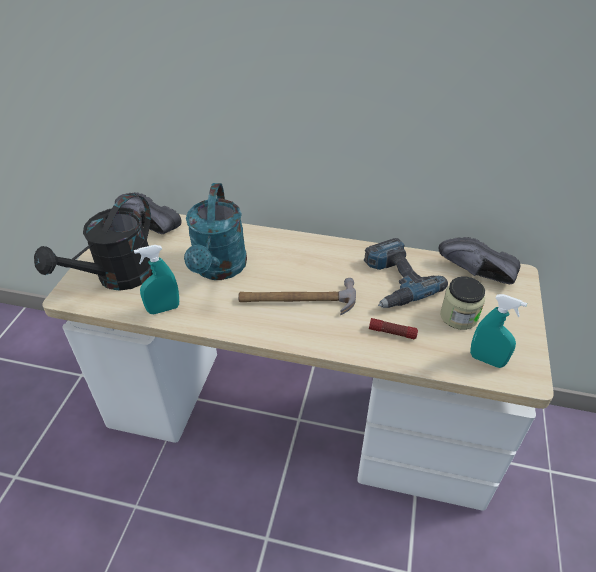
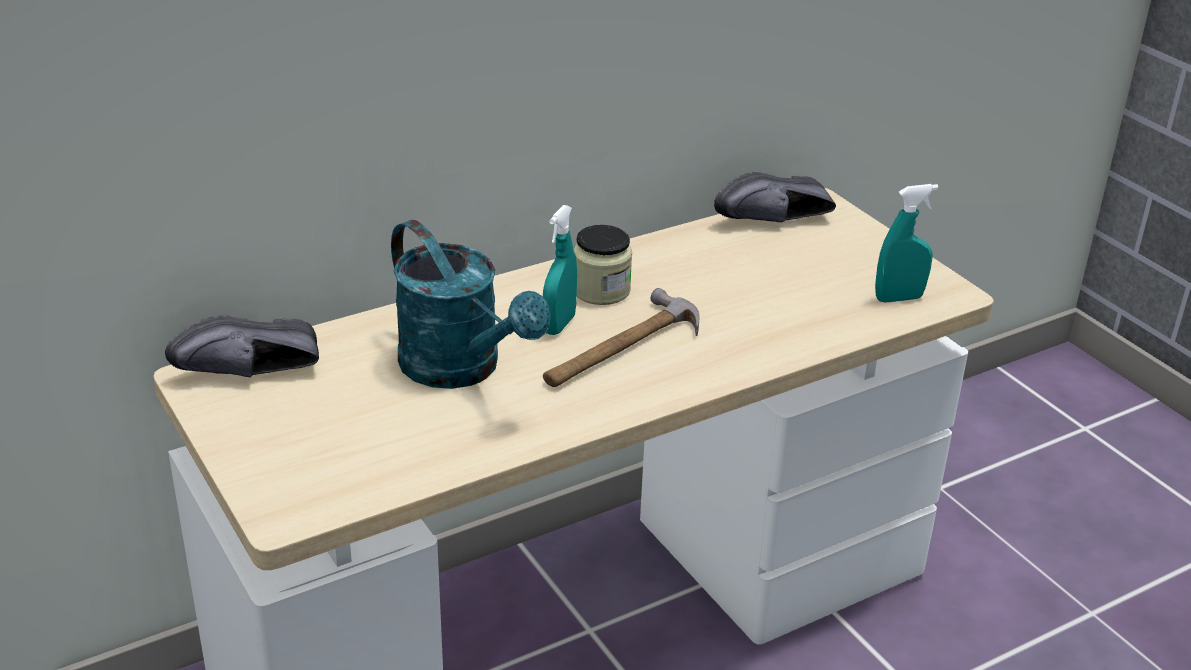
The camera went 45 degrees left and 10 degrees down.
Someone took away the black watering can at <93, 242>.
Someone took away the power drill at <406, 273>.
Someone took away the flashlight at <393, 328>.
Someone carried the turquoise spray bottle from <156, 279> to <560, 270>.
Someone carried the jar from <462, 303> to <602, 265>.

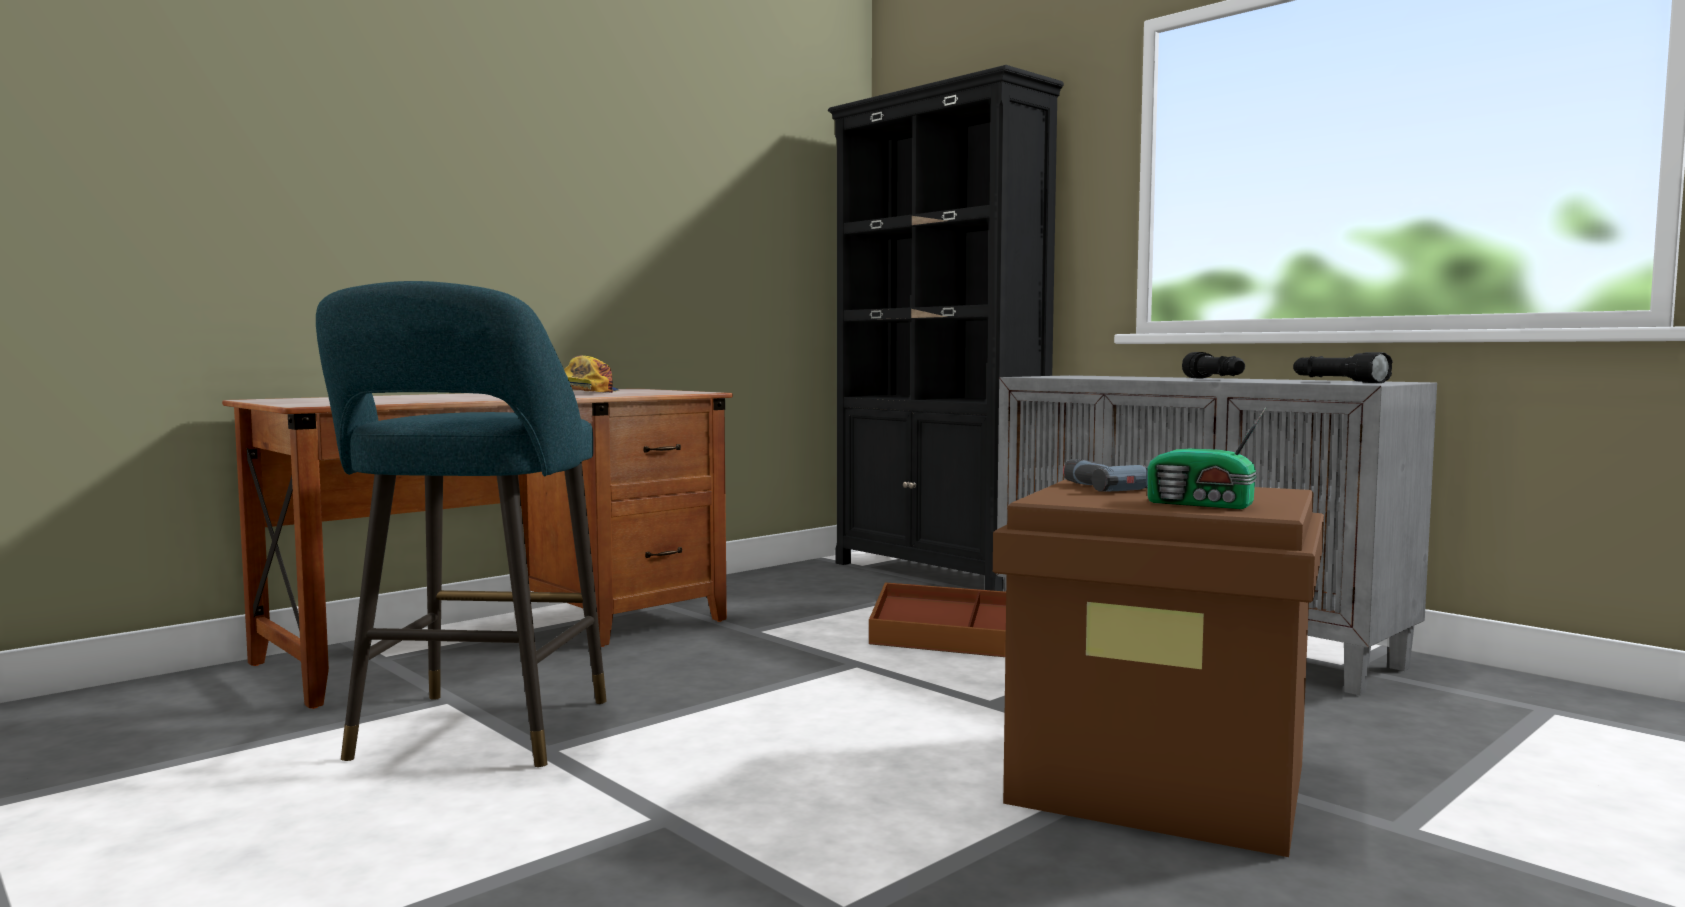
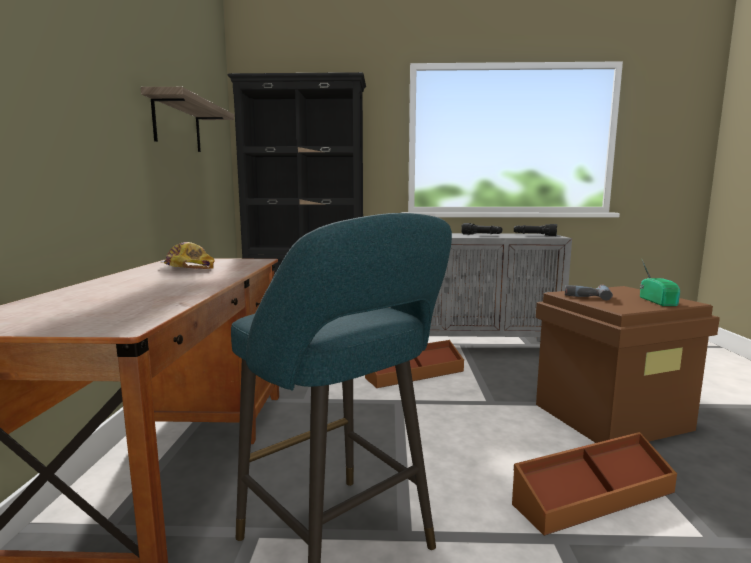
The camera went 45 degrees left and 5 degrees up.
Someone put up the shelf at <187, 119>.
Someone put down the brown storage box at <594, 484>.
Someone rotated the radio at <1206, 458> by 75 degrees counterclockwise.

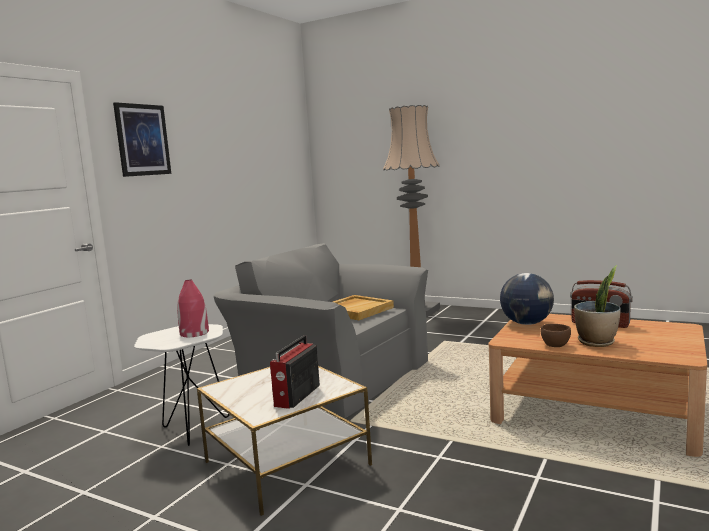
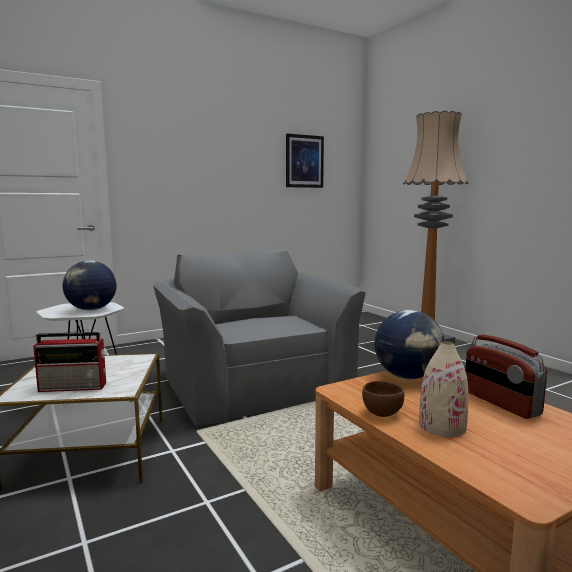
The camera went 30 degrees right and 0 degrees up.
Someone took away the beige tray at <363, 307>.
Someone carried the picture from <142, 139> to <305, 160>.
Someone swapped the red vase at <193, 308> for the globe at <89, 286>.
Someone swapped the potted plant at <597, 306> for the beige vase at <444, 389>.
Someone rotated the radio at <295, 372> by 150 degrees counterclockwise.

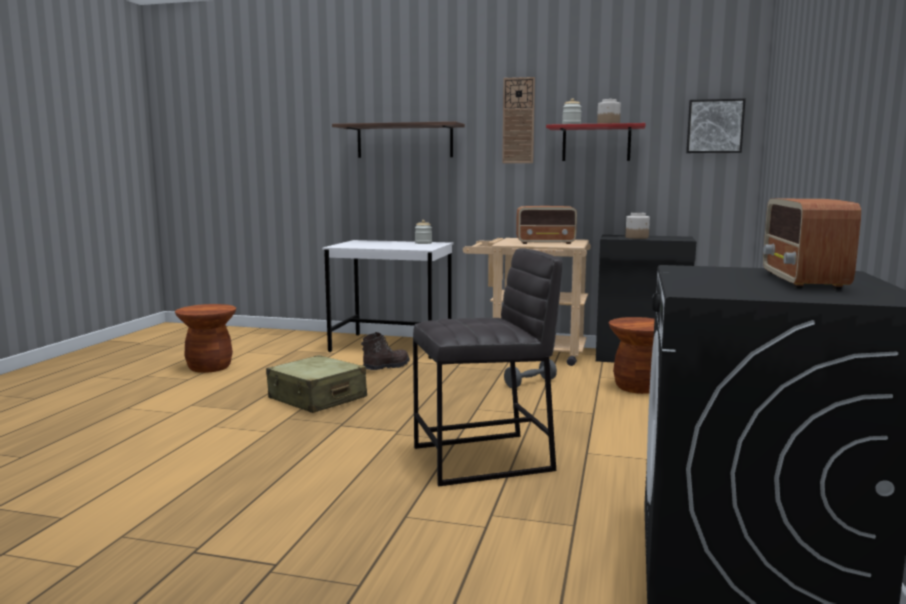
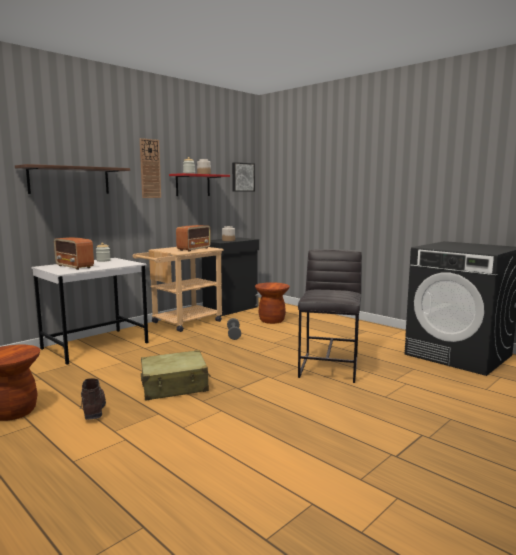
The camera went 60 degrees left and 0 degrees up.
Someone carried the brown boot from <385, 351> to <93, 399>.
Someone carried the radio from <812, 244> to <74, 253>.

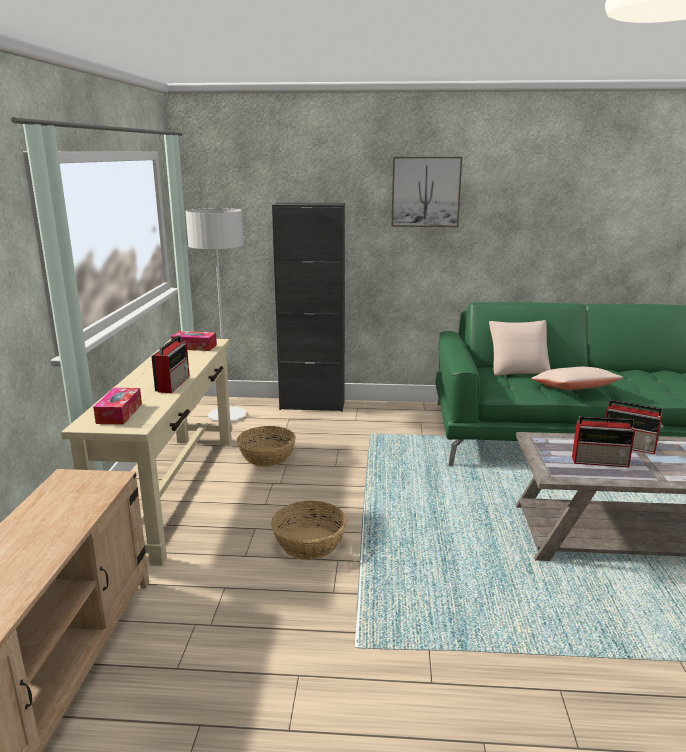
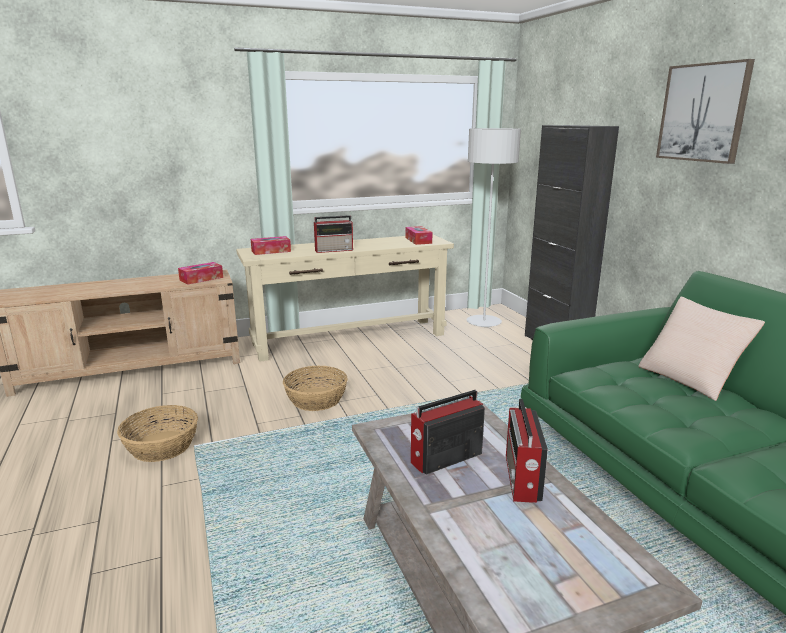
The camera went 65 degrees right and 0 degrees up.
Someone took away the beige pillow at <577, 378>.
Someone put down the tissue box at <200, 273>.
Someone carried the basket from <266, 446> to <157, 433>.
Someone rotated the radio at <603, 441> by 75 degrees clockwise.

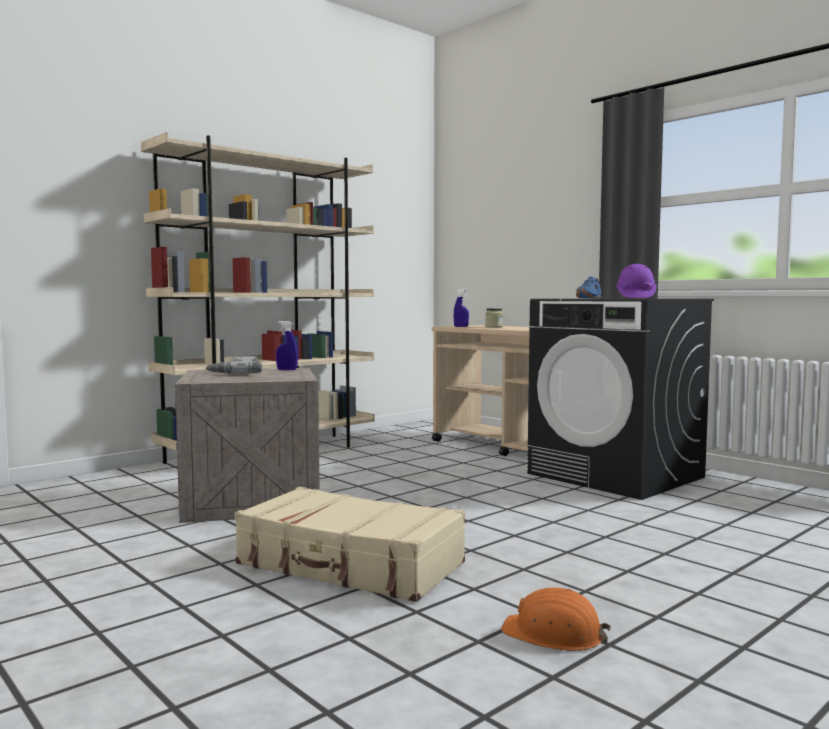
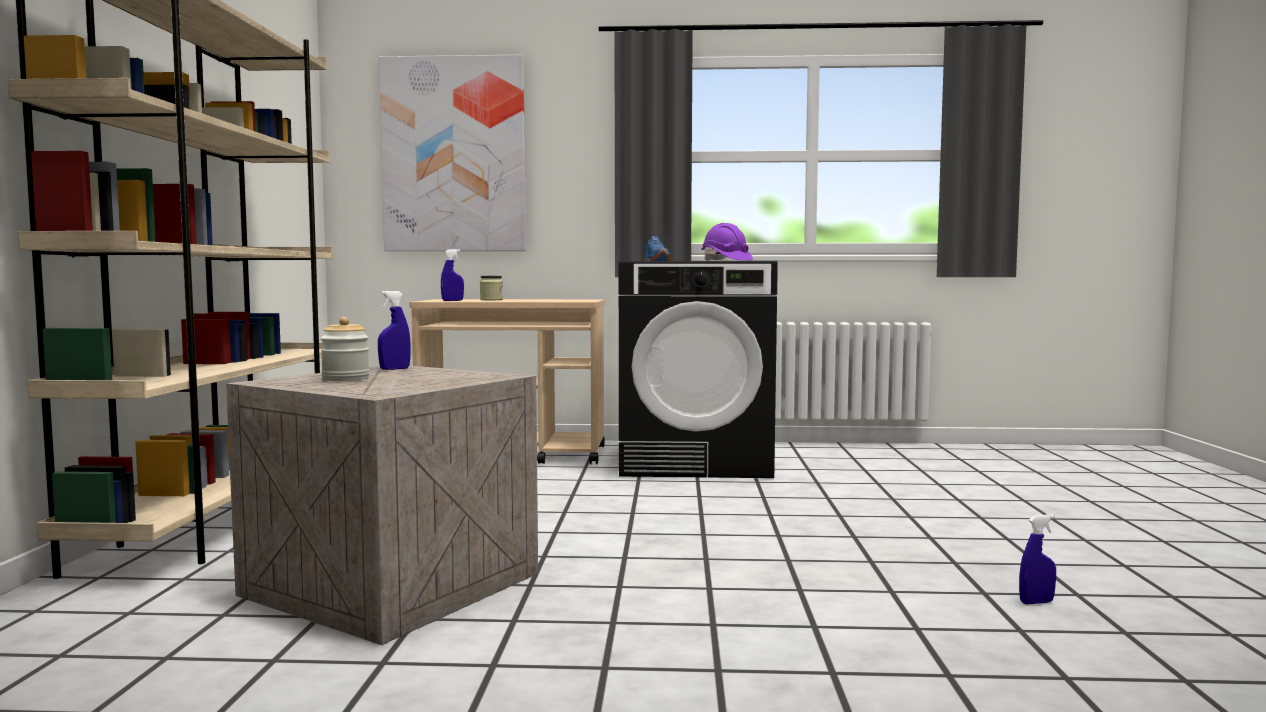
The camera went 45 degrees left and 0 degrees up.
Someone took away the beige suitcase at <349, 544>.
Someone put up the picture at <452, 153>.
Someone swapped the power drill at <234, 365> for the jar at <345, 349>.
Someone swapped the orange hard hat at <556, 619> for the blue spray bottle at <1037, 559>.

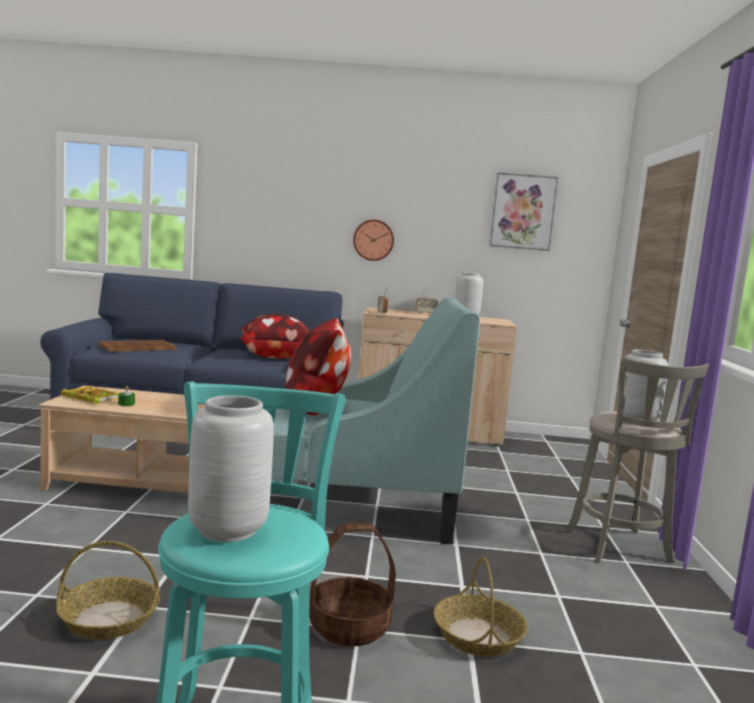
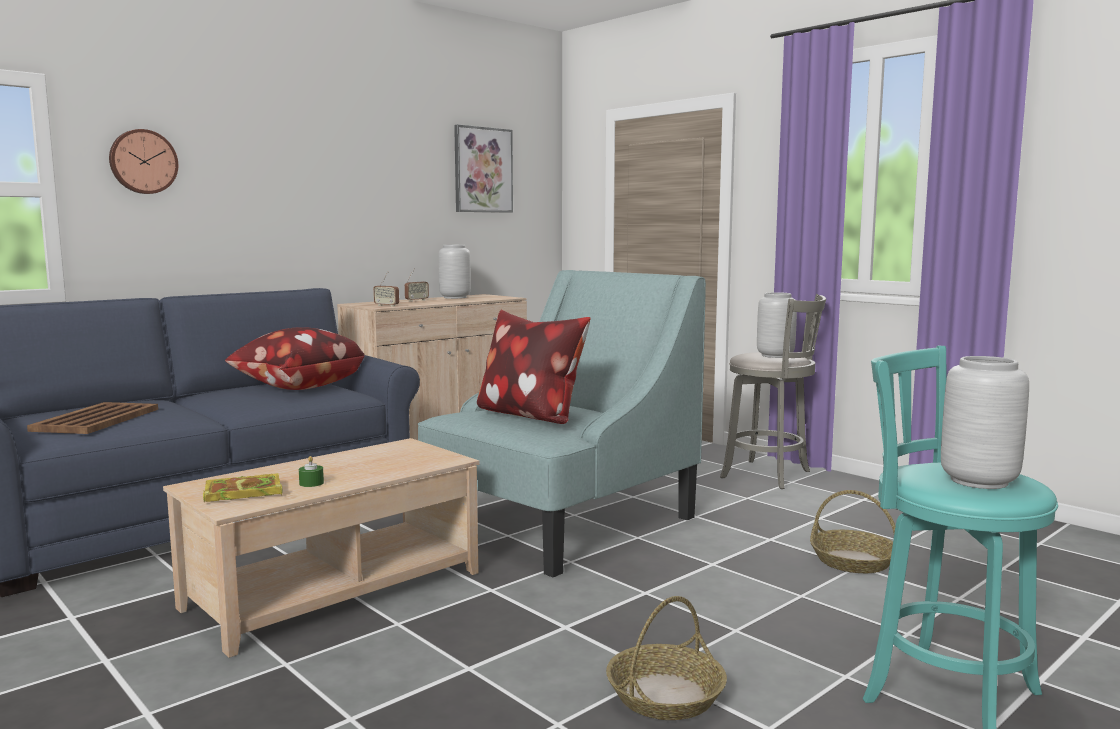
The camera went 45 degrees left and 0 degrees up.
Someone took away the basket at <352, 584>.
Someone carried the wall clock from <373, 240> to <143, 161>.

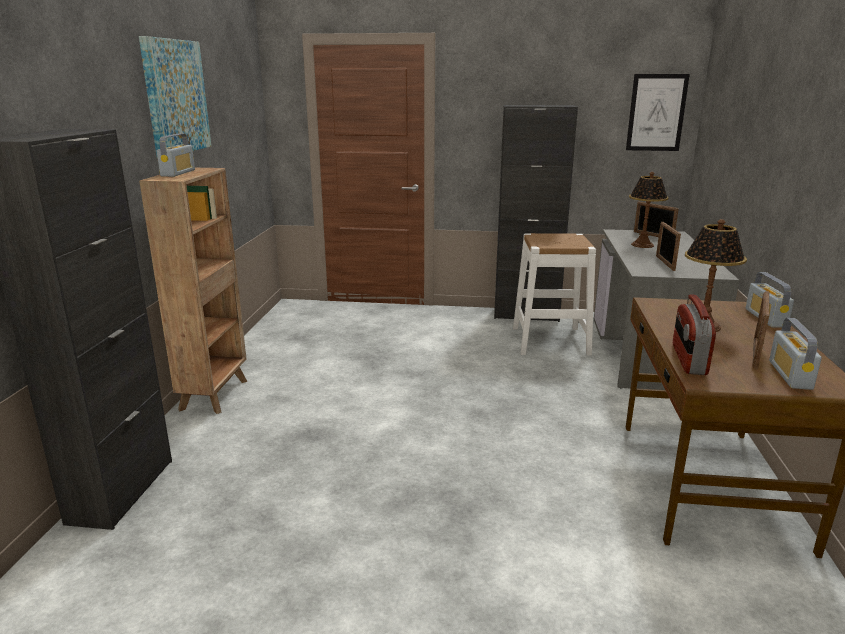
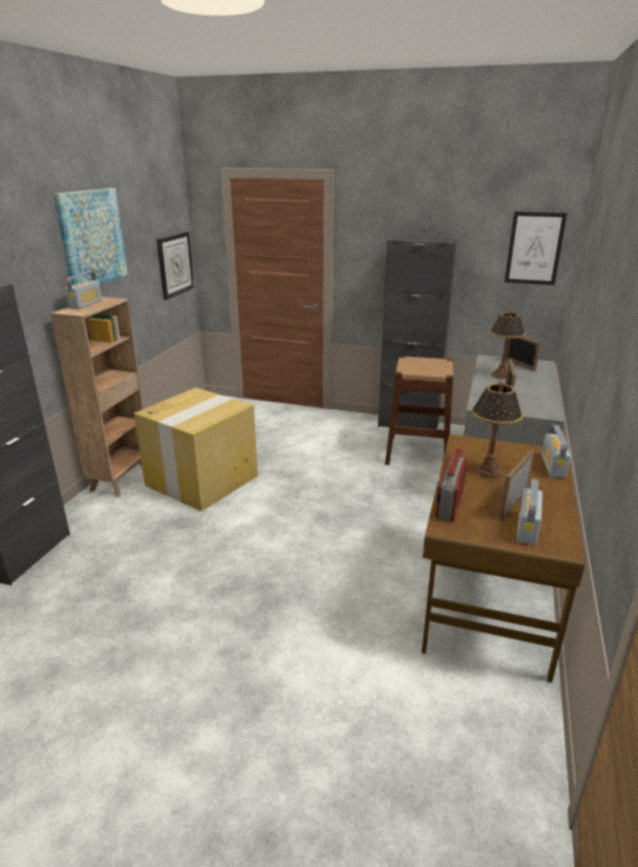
The camera went 10 degrees right and 5 degrees up.
Someone put down the cardboard box at <196, 450>.
Someone put up the wall clock at <176, 266>.
Someone repainted the white stool at <554, 294>, which became the brown stool at <419, 410>.

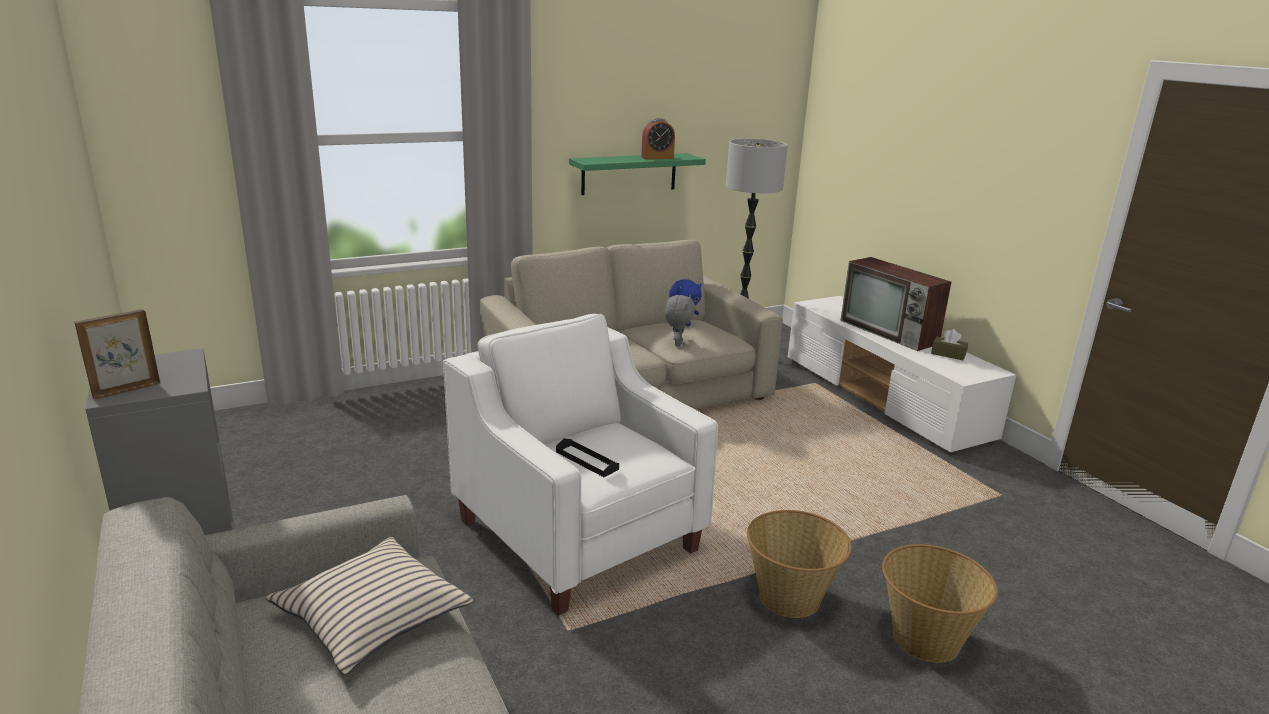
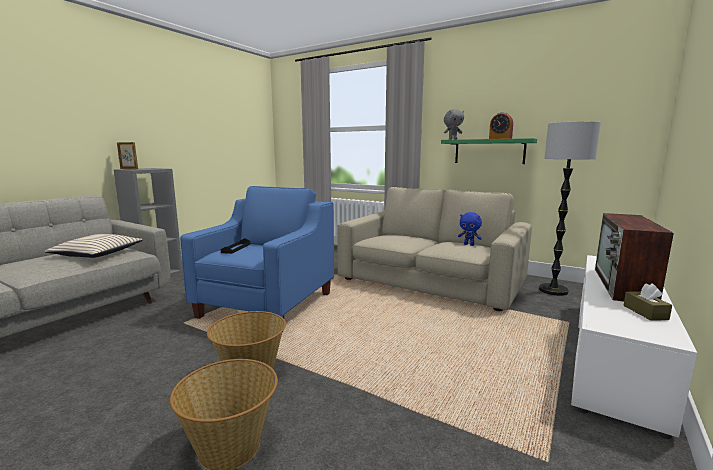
The camera went 60 degrees right and 10 degrees down.
Someone carried the grey plush toy from <680, 320> to <454, 124>.
Someone repainted the white armchair at <580, 465>, which became the blue armchair at <257, 258>.

